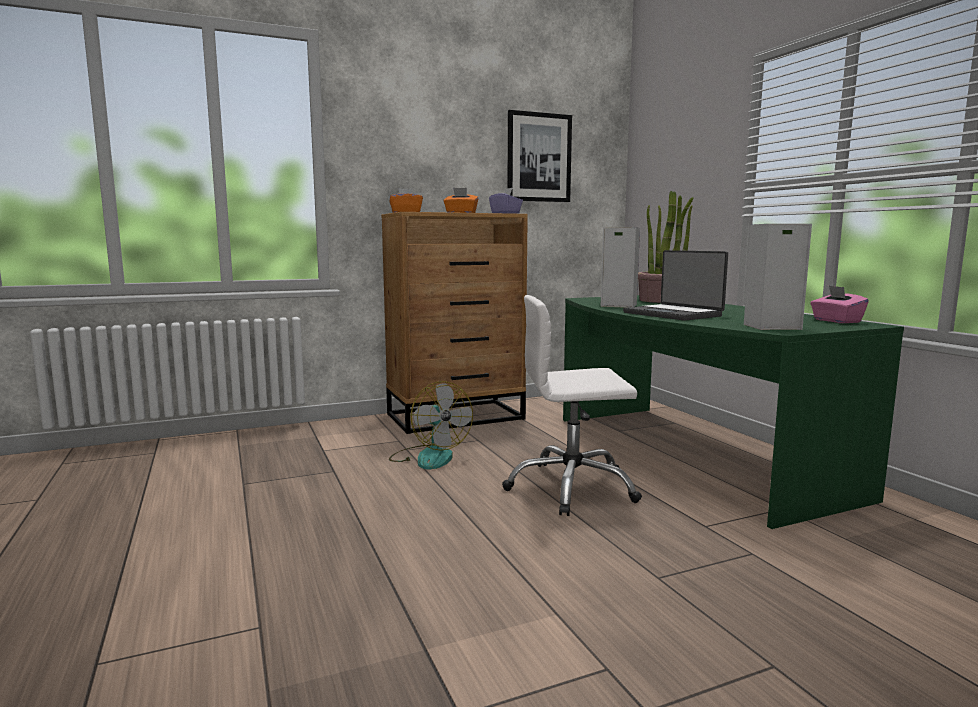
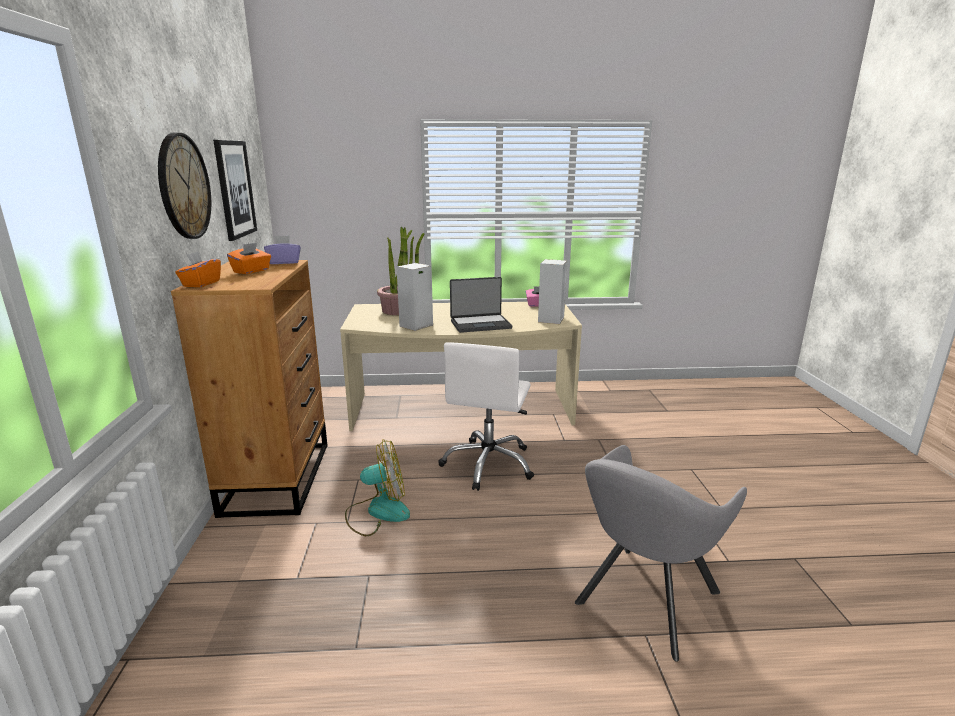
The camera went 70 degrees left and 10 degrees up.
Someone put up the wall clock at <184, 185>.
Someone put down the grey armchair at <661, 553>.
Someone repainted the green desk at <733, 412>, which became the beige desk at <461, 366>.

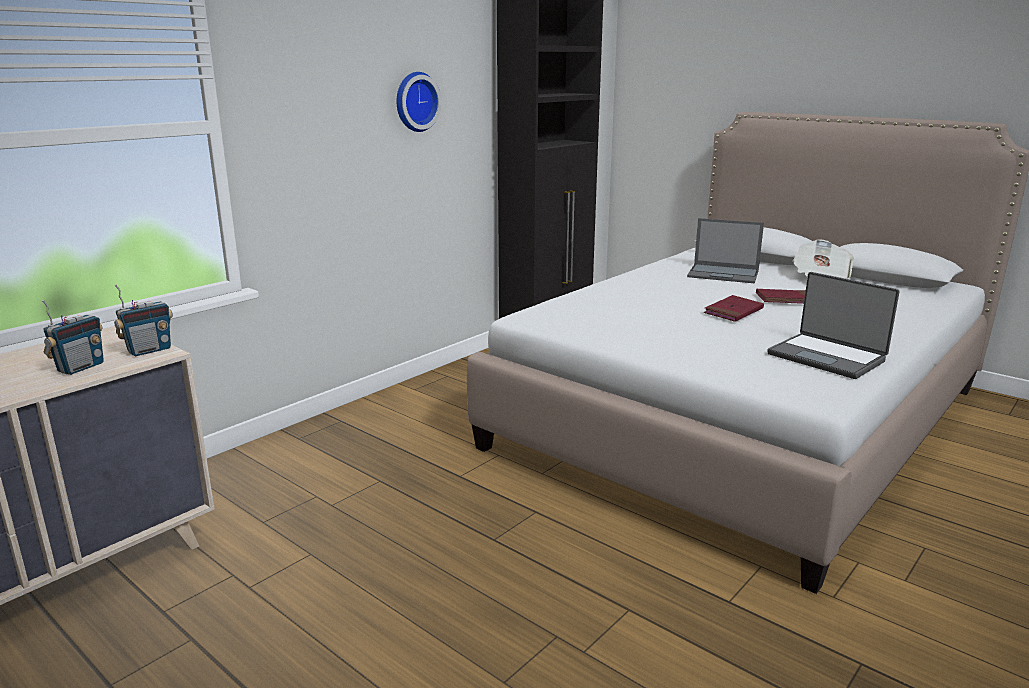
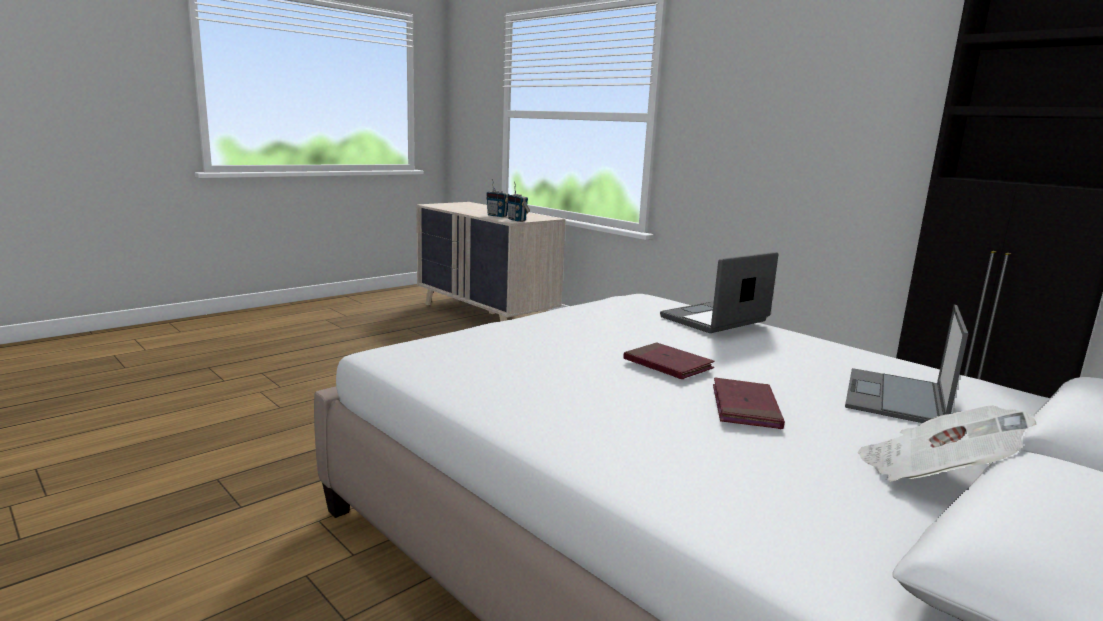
The camera went 95 degrees right and 5 degrees down.
Someone took away the wall clock at <418, 102>.
Someone carried the laptop from <833, 325> to <719, 292>.

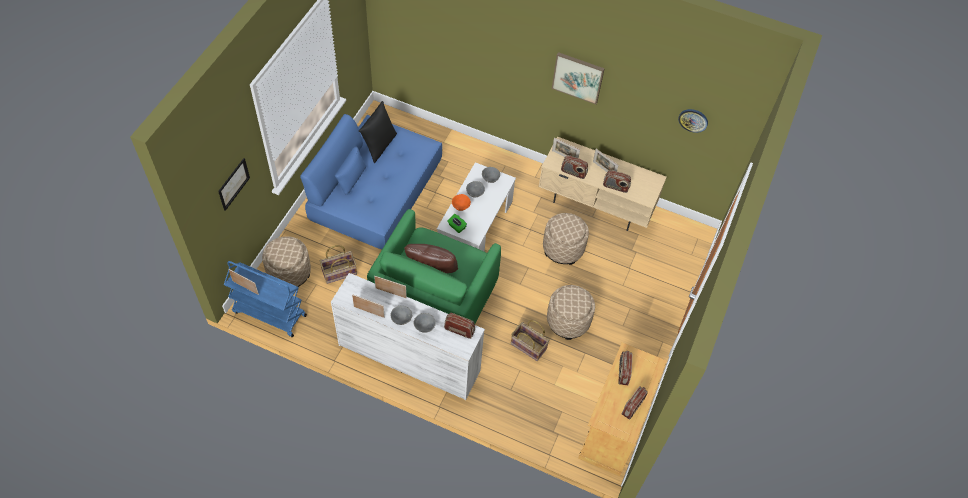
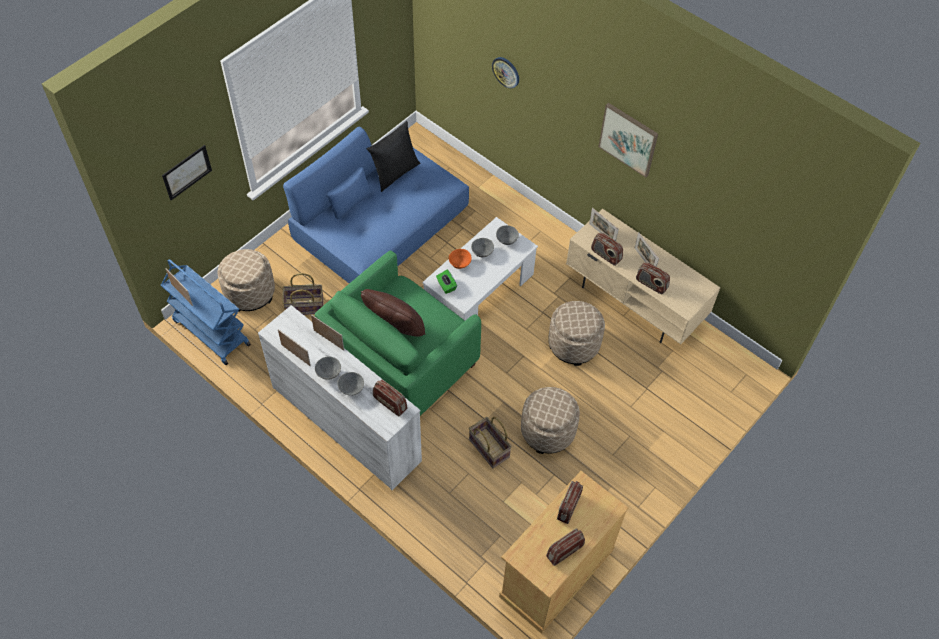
The camera went 20 degrees right and 0 degrees up.
Someone carried the wall clock from <693, 121> to <505, 72>.

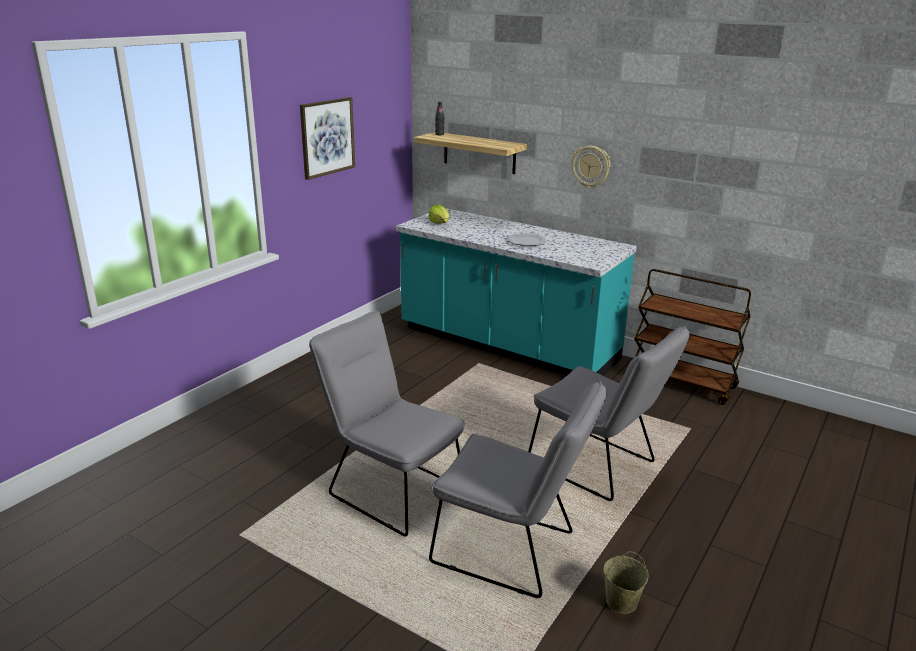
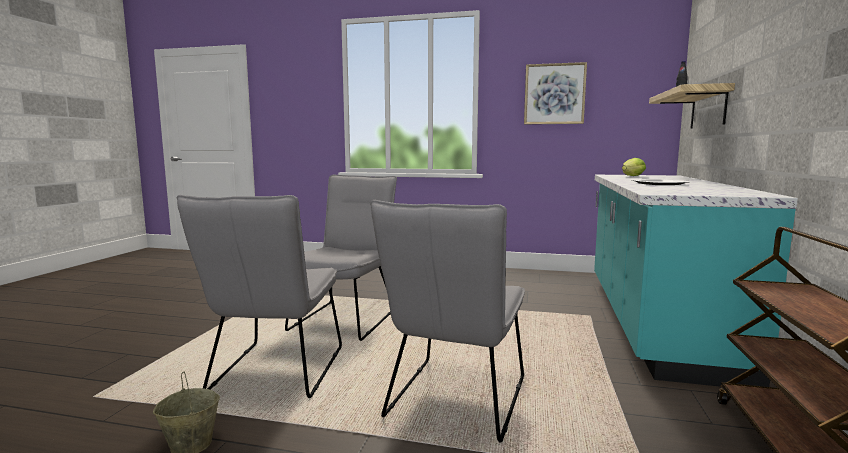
The camera went 70 degrees right and 15 degrees down.
Someone took away the wall clock at <590, 167>.

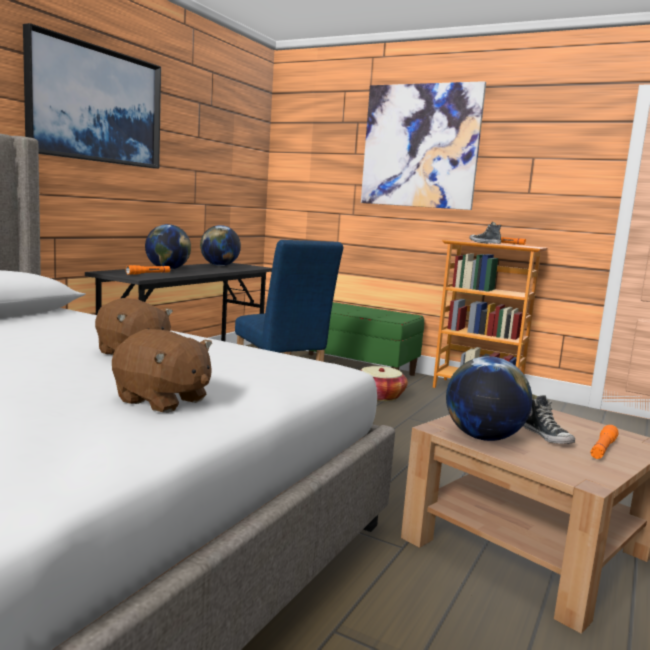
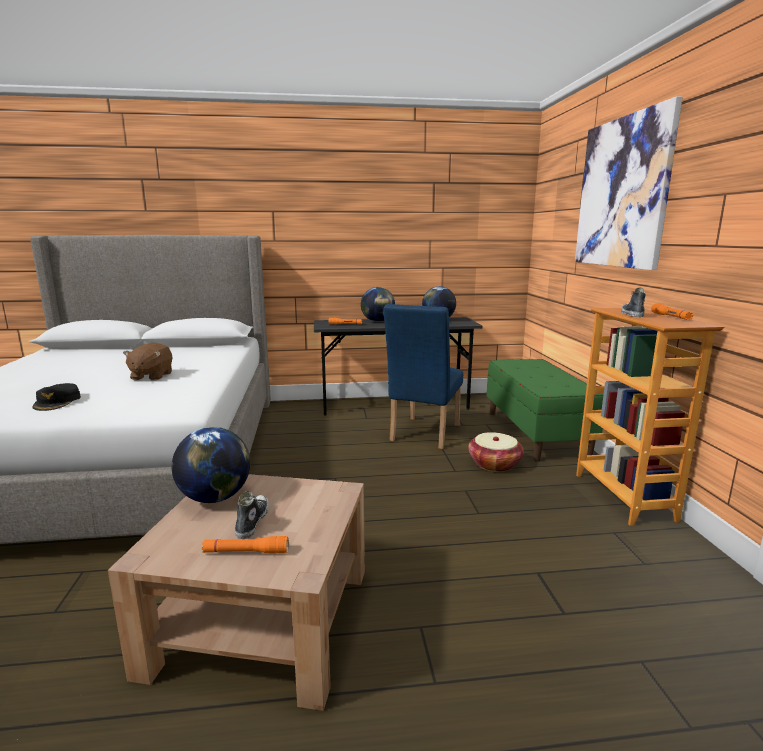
The camera went 55 degrees right and 5 degrees up.
Someone took away the picture at <92, 96>.
Someone swapped the brown plush toy at <162, 371> for the black cap at <56, 397>.
Someone rotated the shoe at <549, 419> by 150 degrees clockwise.

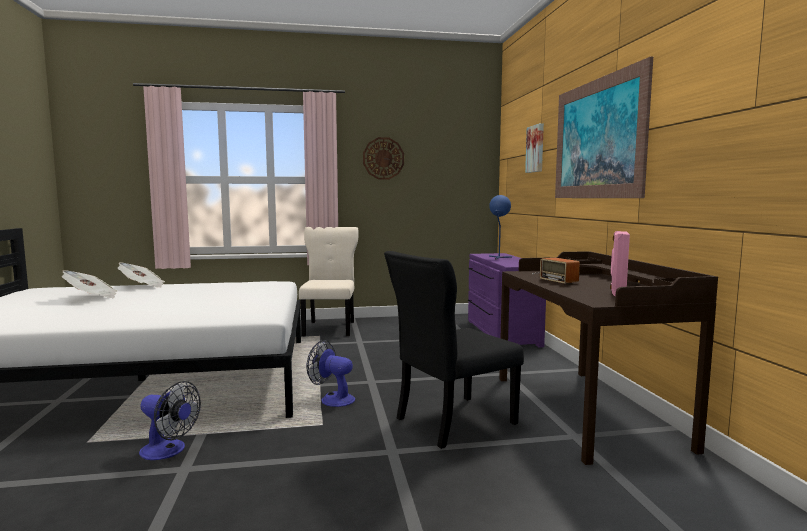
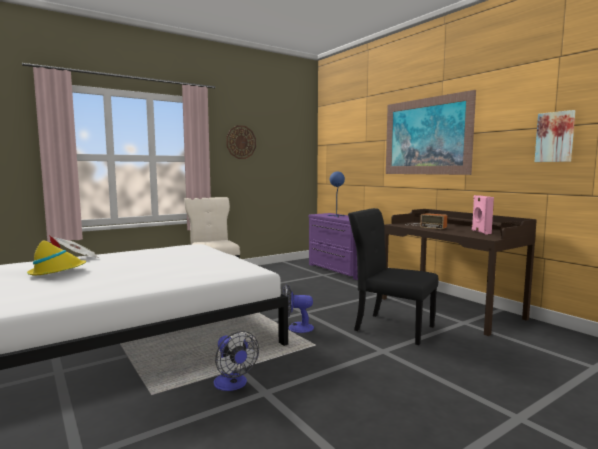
The camera went 25 degrees left and 0 degrees up.
Someone carried the picture from <534, 148> to <555, 136>.
Someone swapped the newspaper at <89, 284> for the yellow hat at <56, 255>.
Someone rotated the fan at <170, 420> by 60 degrees clockwise.
Someone rotated the black chair at <454, 350> by 90 degrees clockwise.

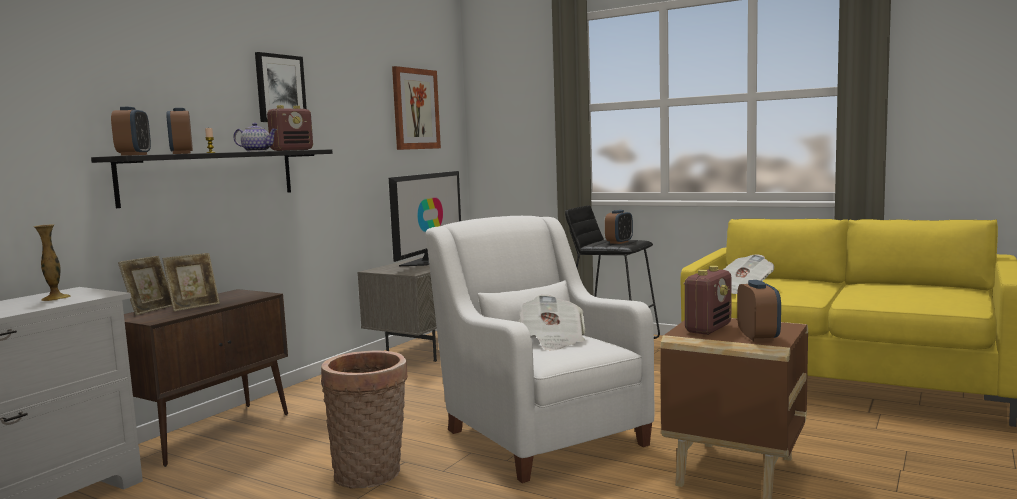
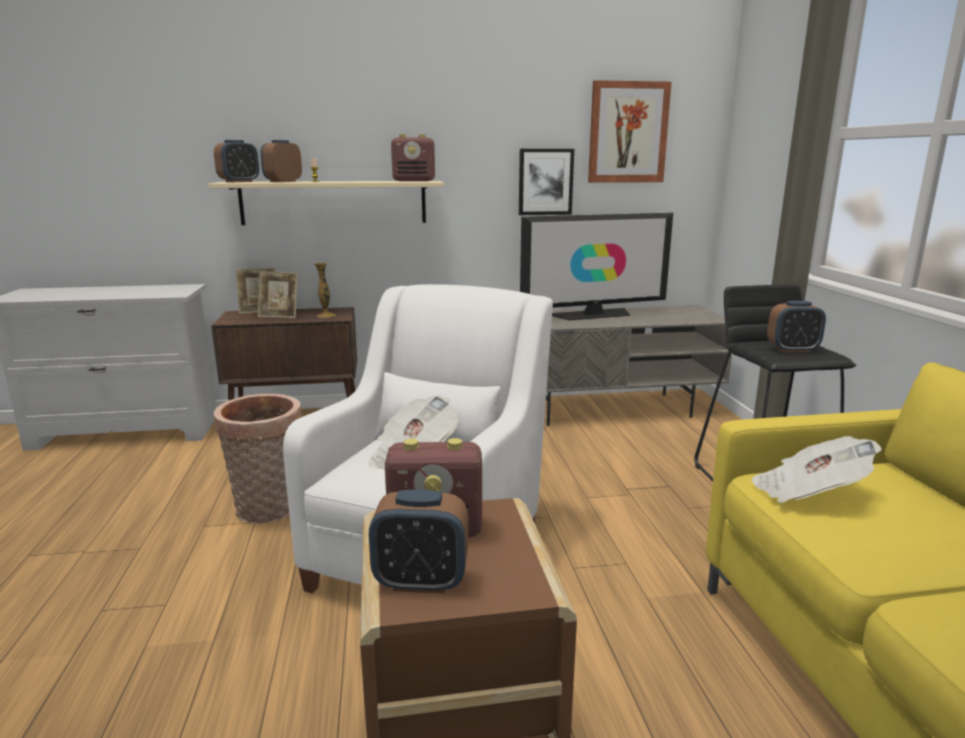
The camera went 50 degrees right and 10 degrees up.
Someone took away the teapot at <256, 137>.
Someone carried the vase from <52, 263> to <325, 290>.
Someone carried the picture from <281, 87> to <546, 182>.
Someone repainted the black shelf at <212, 178>, which became the beige shelf at <326, 203>.
Someone rotated the alarm clock at <759, 311> by 45 degrees clockwise.

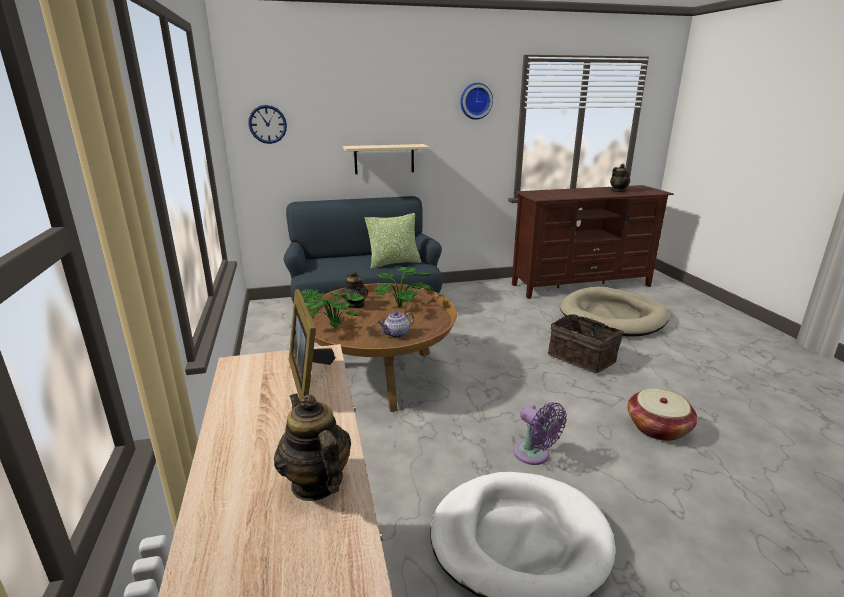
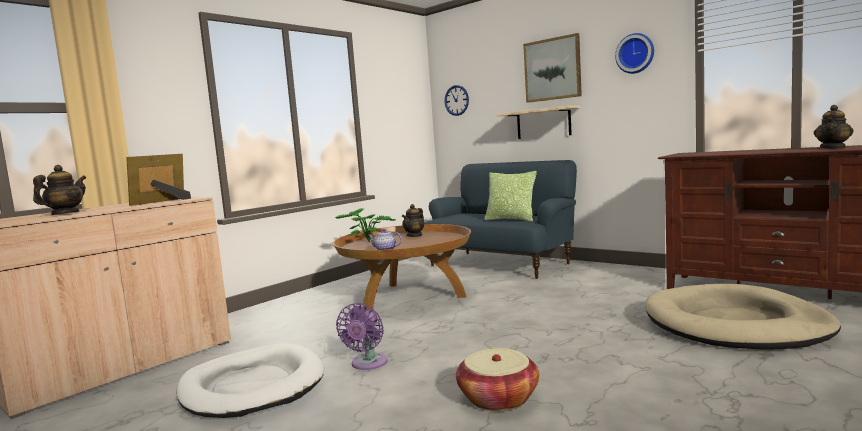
The camera went 55 degrees right and 15 degrees down.
Someone took away the potted plant at <403, 287>.
Someone took away the basket at <586, 343>.
Someone put up the picture at <552, 68>.

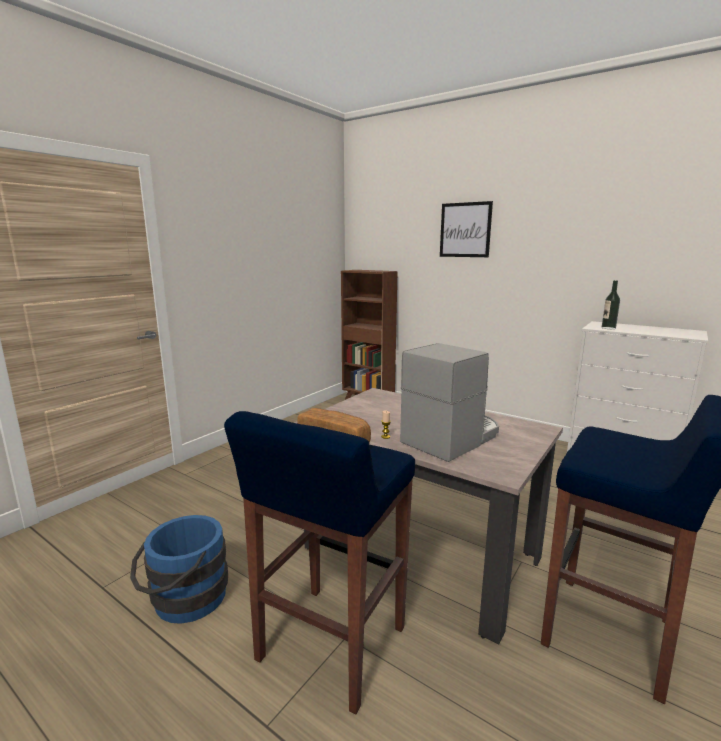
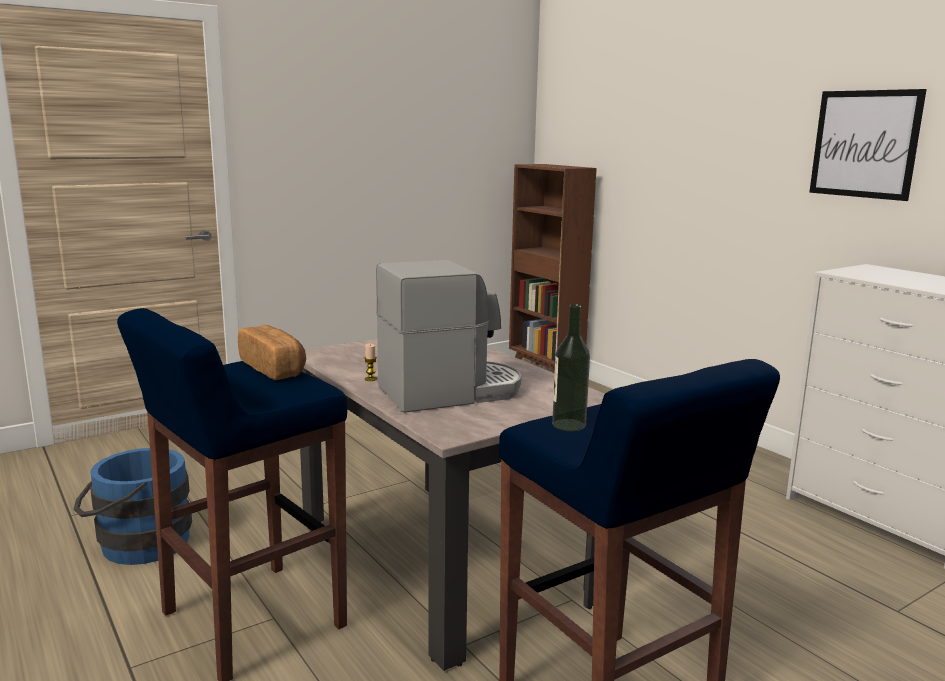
The camera went 20 degrees right and 0 degrees up.
Someone carried the picture from <466, 229> to <868, 145>.
Someone carried the bottle from <611, 304> to <571, 367>.

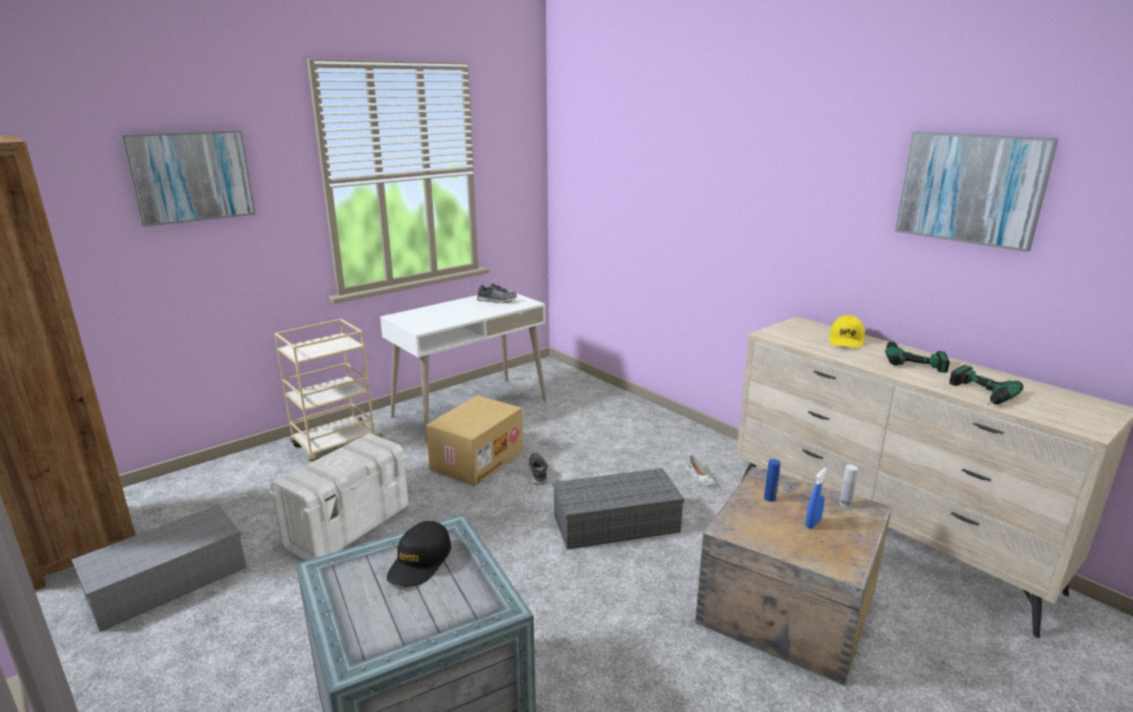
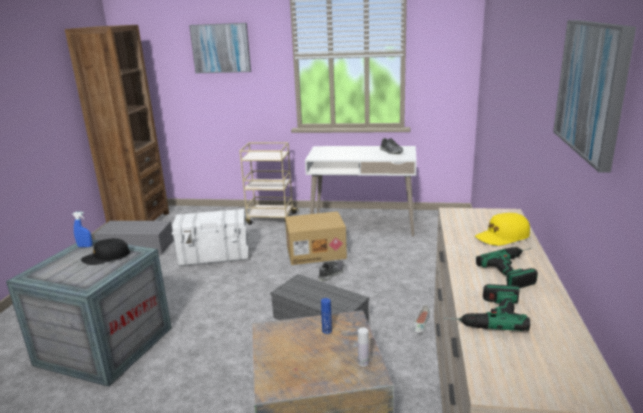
The camera went 50 degrees right and 0 degrees up.
Someone carried the blue spray bottle from <816, 498> to <82, 229>.

